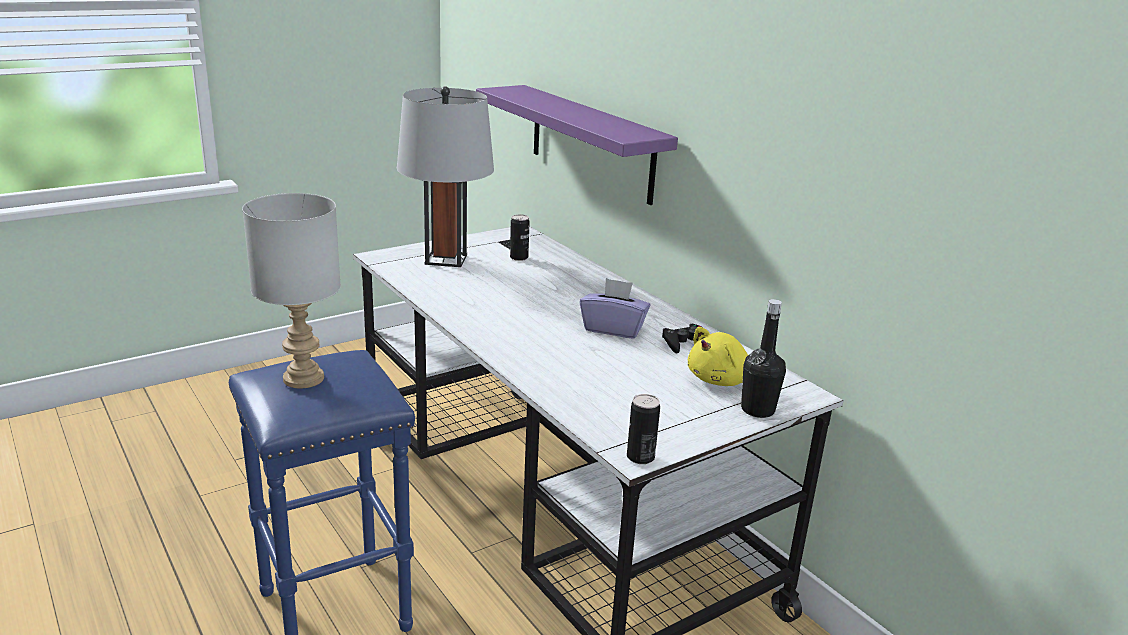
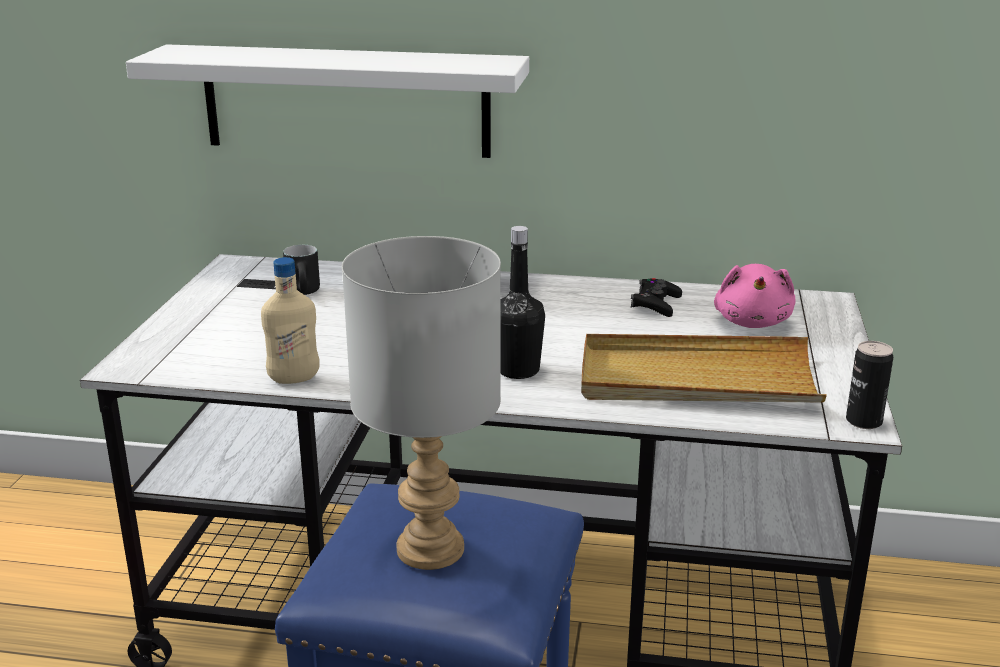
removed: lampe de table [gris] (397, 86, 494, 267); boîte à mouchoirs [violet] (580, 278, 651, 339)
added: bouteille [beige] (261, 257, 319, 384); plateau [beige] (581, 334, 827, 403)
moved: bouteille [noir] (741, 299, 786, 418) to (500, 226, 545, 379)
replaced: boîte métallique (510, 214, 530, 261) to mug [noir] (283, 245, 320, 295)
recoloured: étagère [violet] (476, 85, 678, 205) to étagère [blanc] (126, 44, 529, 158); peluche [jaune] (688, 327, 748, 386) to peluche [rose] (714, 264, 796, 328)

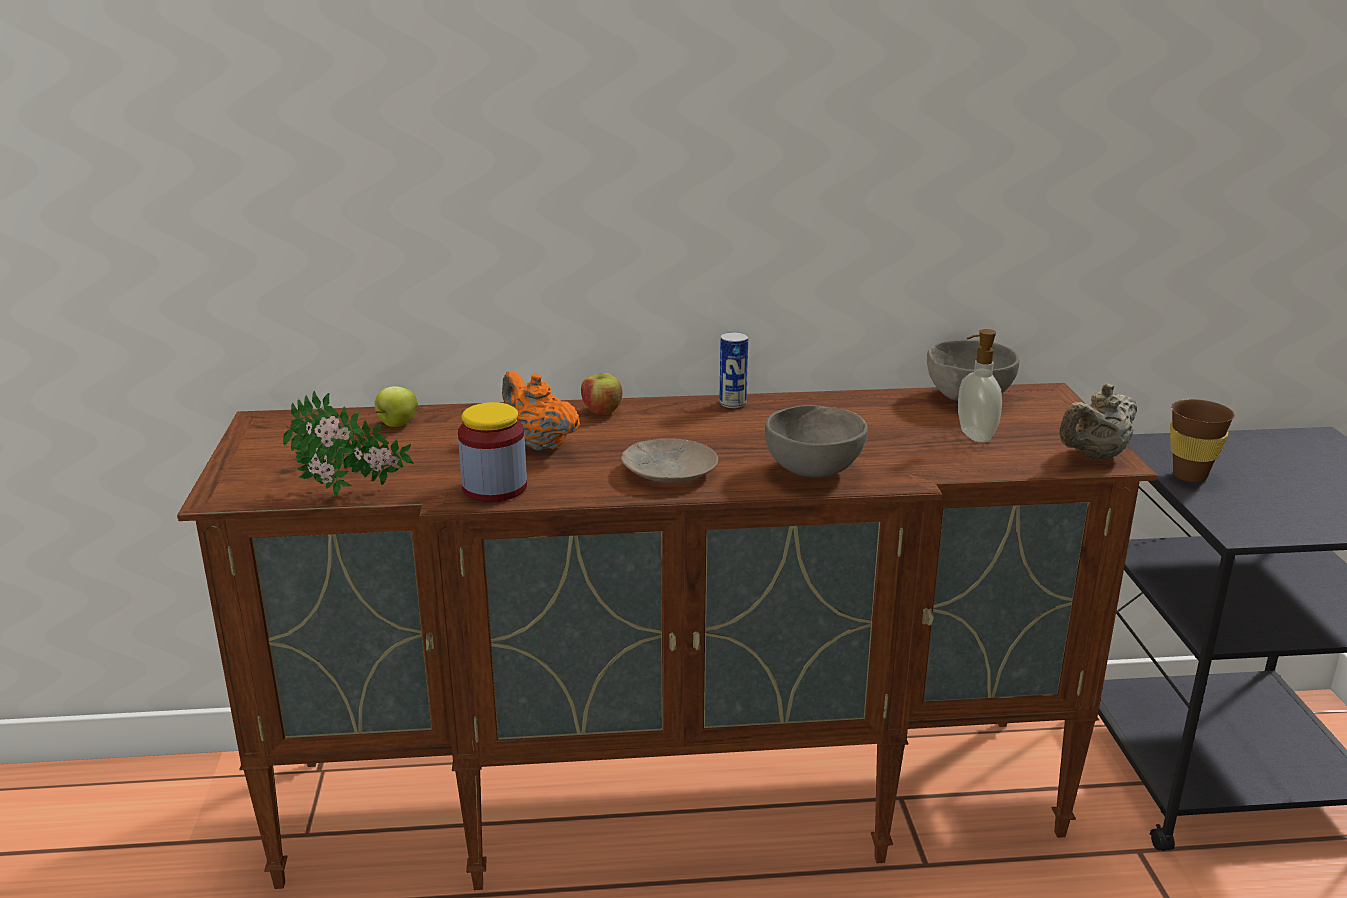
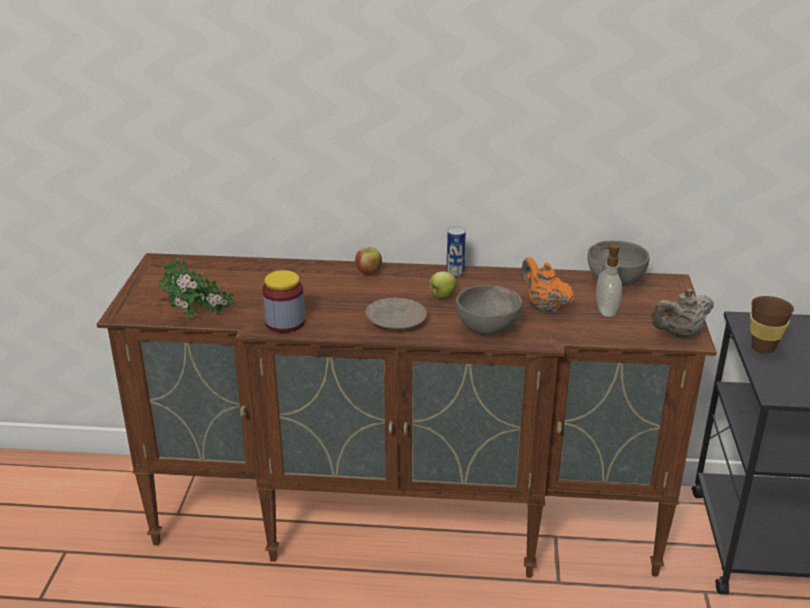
moved: théière [orange] (502, 371, 580, 451) to (521, 257, 574, 312); pomme (375, 386, 418, 427) to (429, 271, 457, 298)

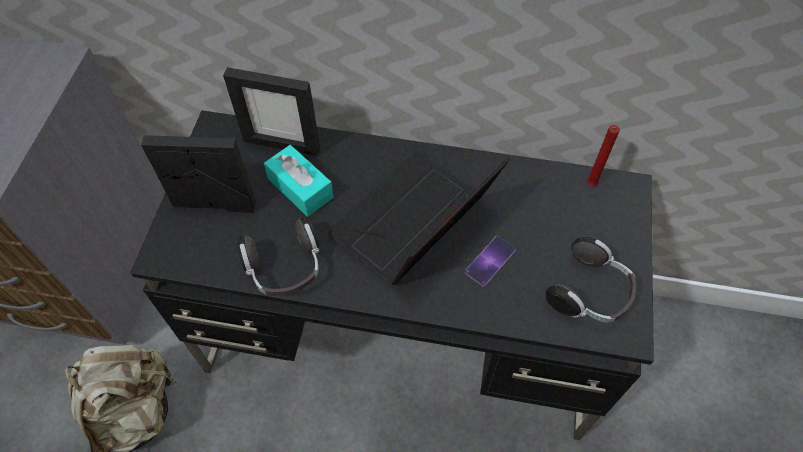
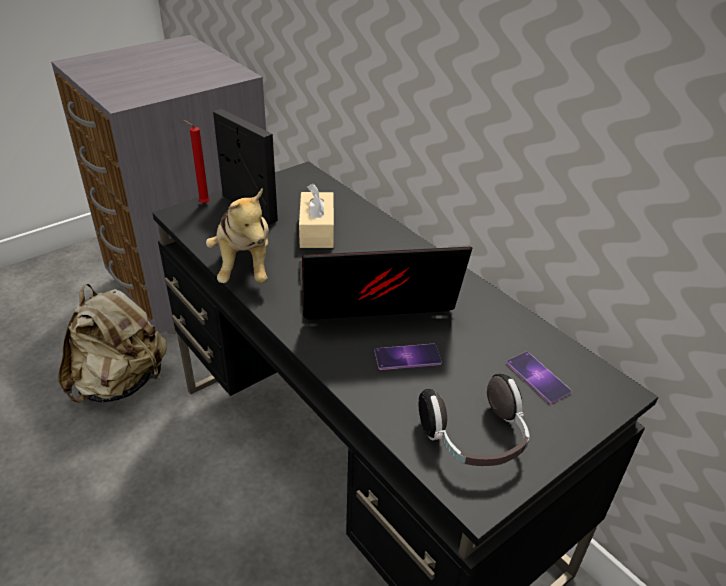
removed: cadre photo (223, 67, 320, 156)
added: téléphone (506, 352, 571, 403)
moved: bougie [rouge] (587, 125, 620, 186) to (183, 120, 210, 204)
replaced: casque audio (237, 217, 320, 296) to peluche (206, 187, 269, 283)
recoloured: boîte à mouchoirs [turquoise] (264, 145, 333, 217) to boîte à mouchoirs [beige] (299, 184, 334, 248)

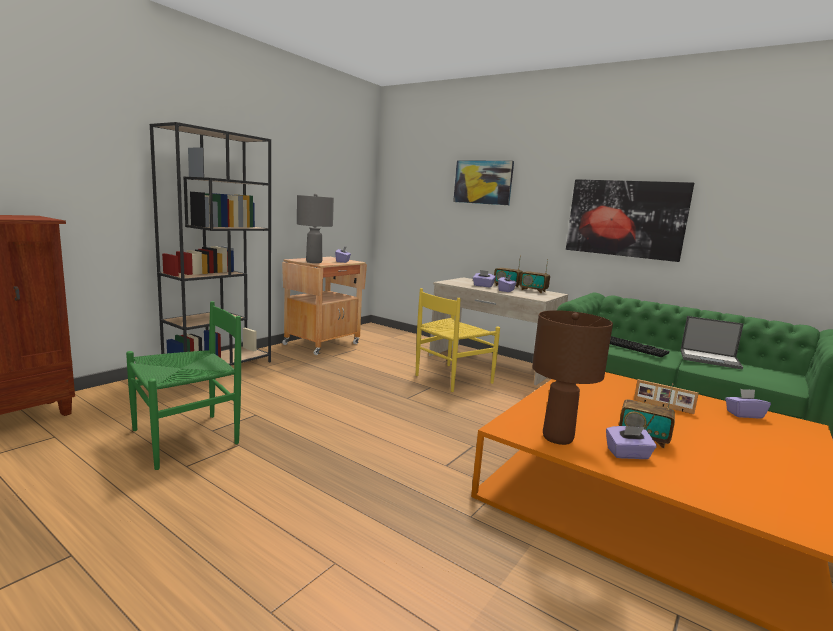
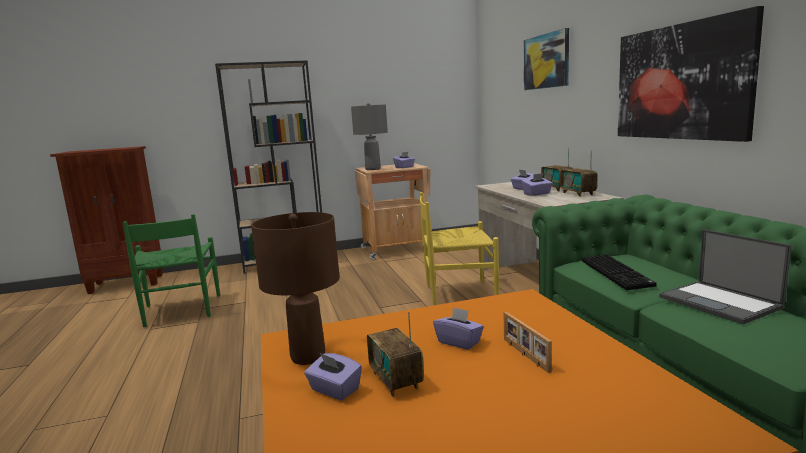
moved: boîte à mouchoirs [violet] (725, 389, 771, 418) to (433, 307, 484, 350)
turned: chaise [vert] (126, 301, 241, 470) = (123, 214, 220, 327) 75 degrees clockwise

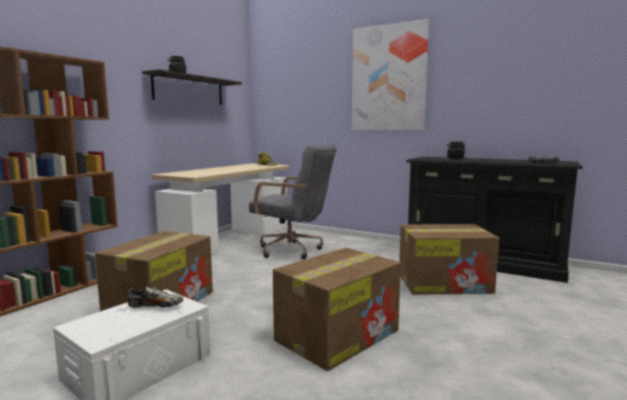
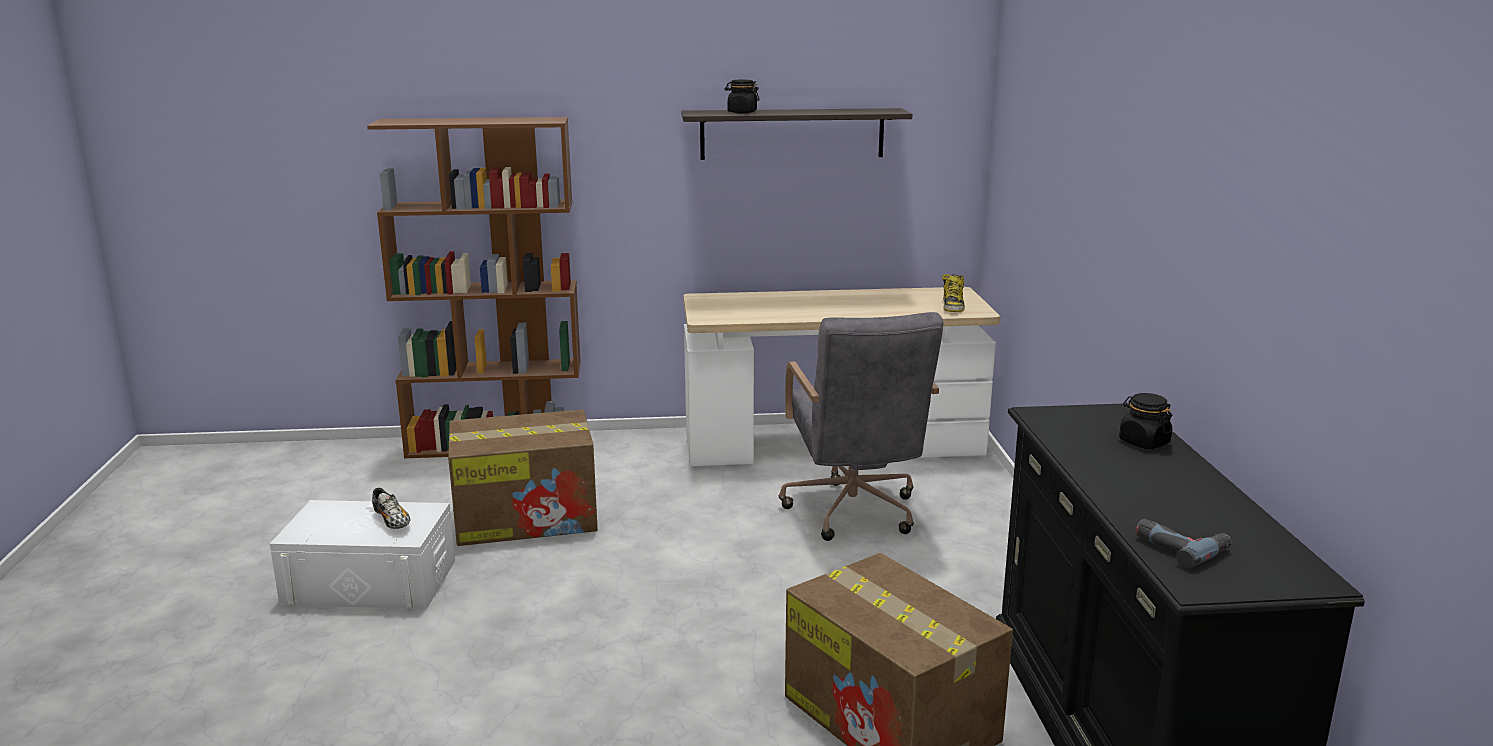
removed: tableau (352, 19, 429, 130); carton (273, 248, 401, 371)

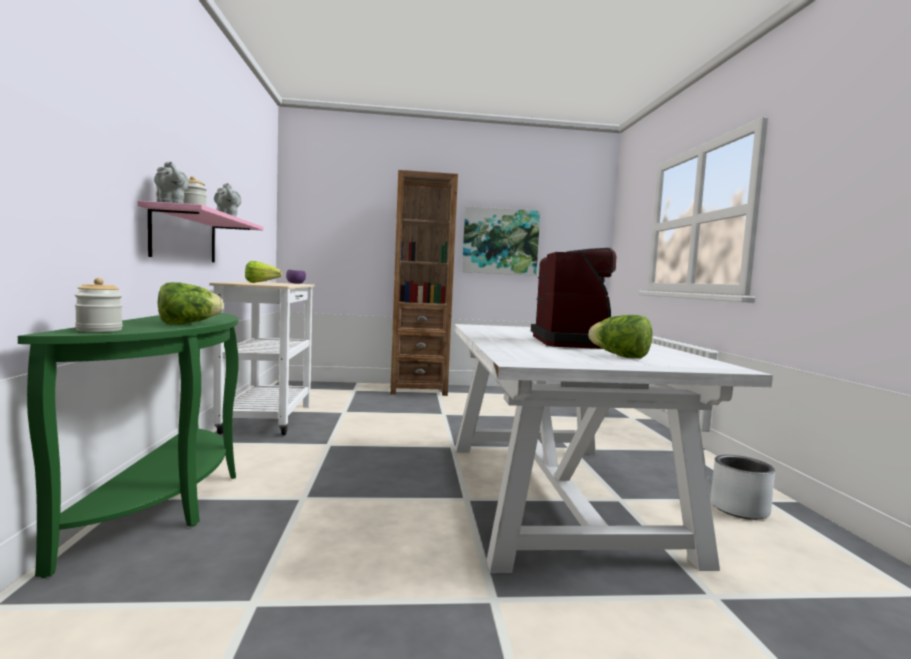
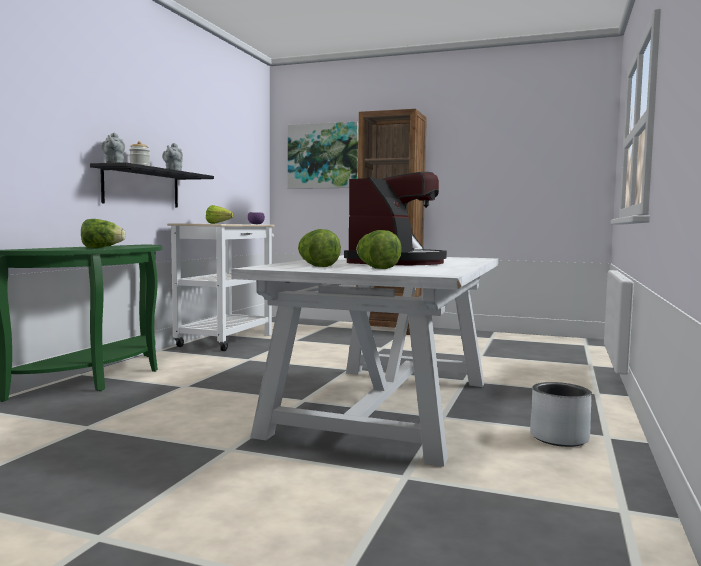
removed: bocal (75, 278, 123, 332)
added: laitue (298, 229, 341, 267)
moved: tableau (462, 206, 540, 276) to (288, 122, 358, 189)
recoloured: étagère [rose] (137, 201, 263, 262) to étagère [noir] (90, 162, 214, 208)

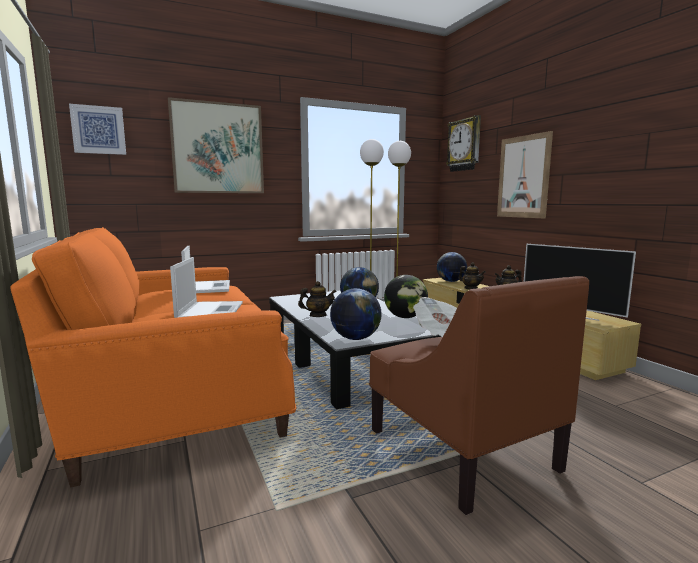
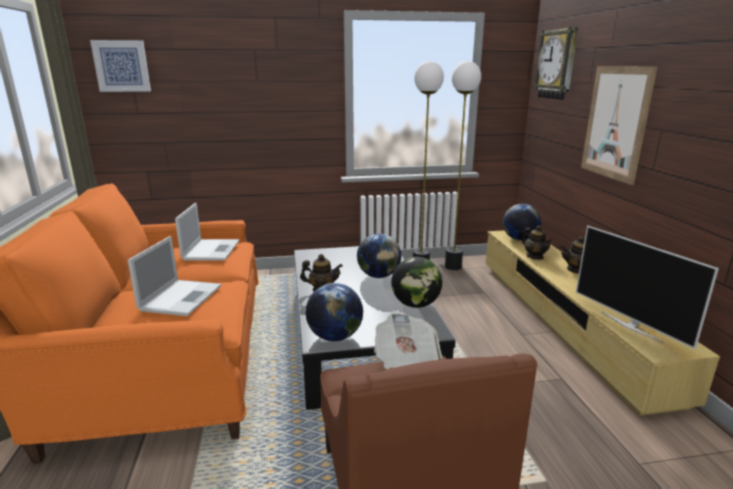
removed: tableau (168, 97, 264, 193)

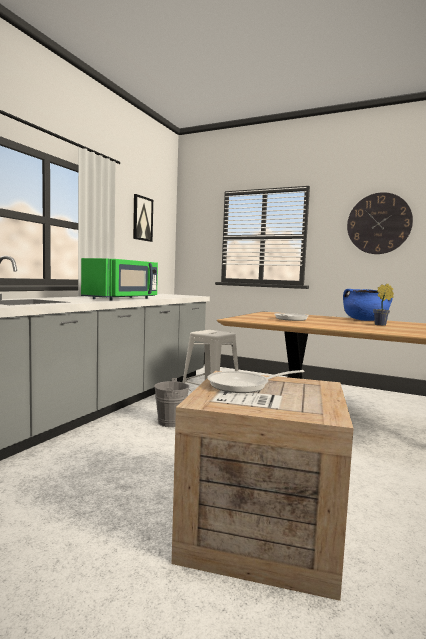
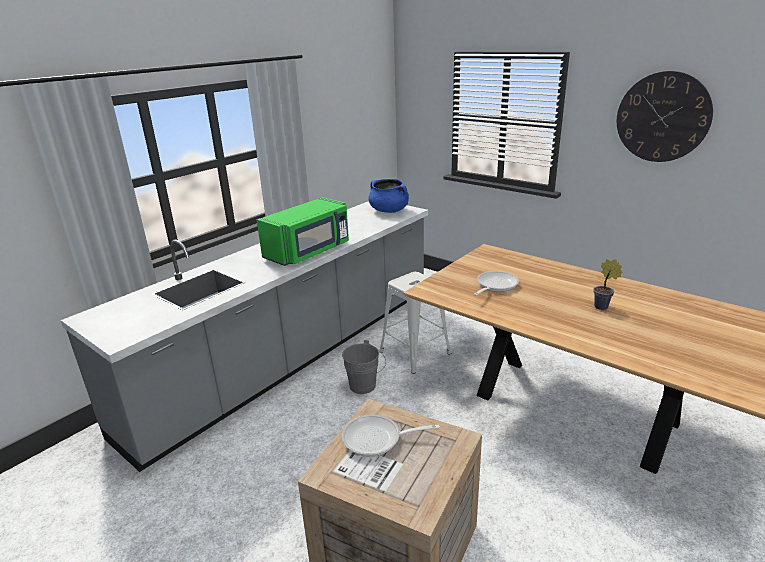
removed: tableau (133, 194, 153, 242)
moved: marmite [bleu] (343, 289, 393, 321) to (368, 179, 409, 213)

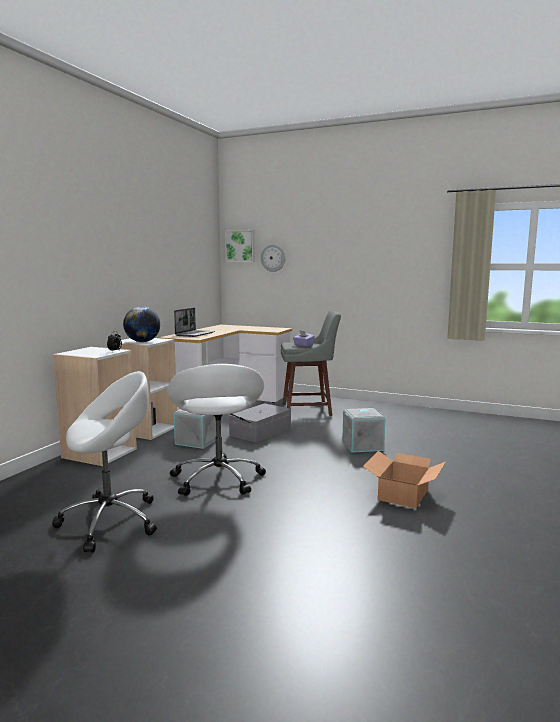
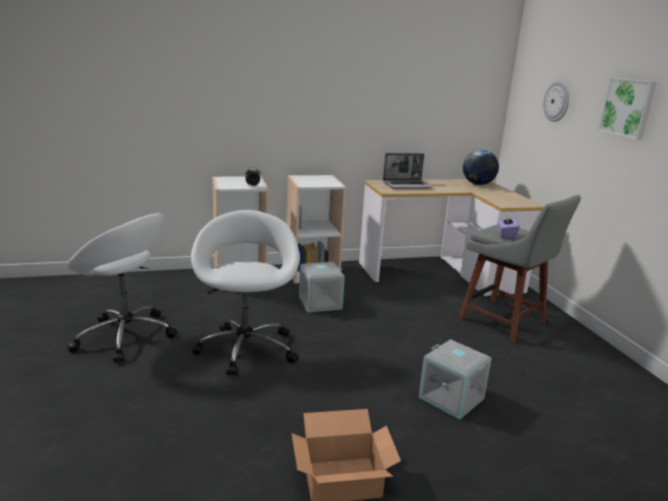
removed: boîte de rangement [gris] (229, 403, 291, 443)
moved: tableau (225, 230, 255, 262) to (598, 78, 657, 140); globe (123, 306, 160, 342) to (463, 150, 499, 185)
turned: chaise de bureau [blanc] (167, 364, 266, 496) = (191, 210, 300, 375) 135 degrees clockwise

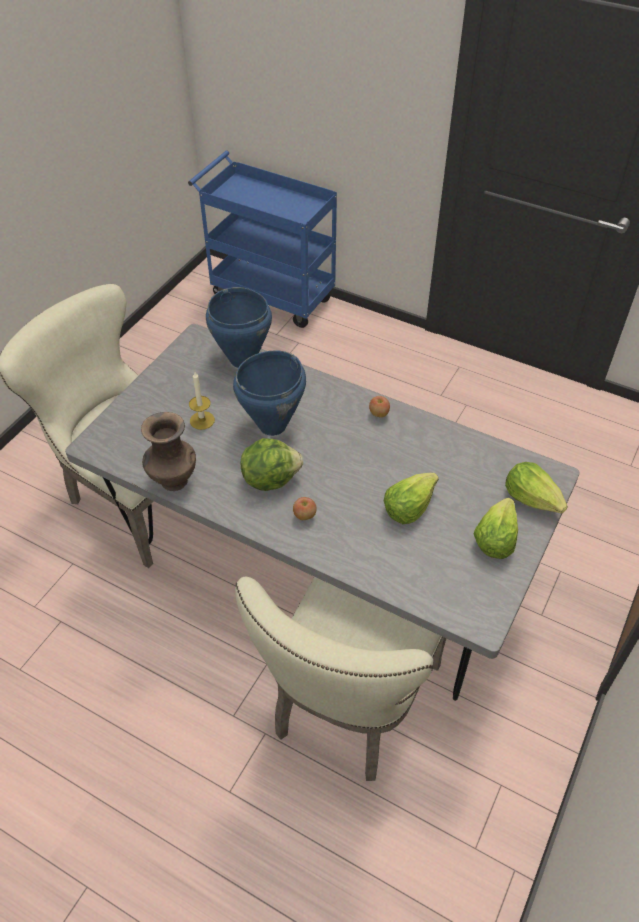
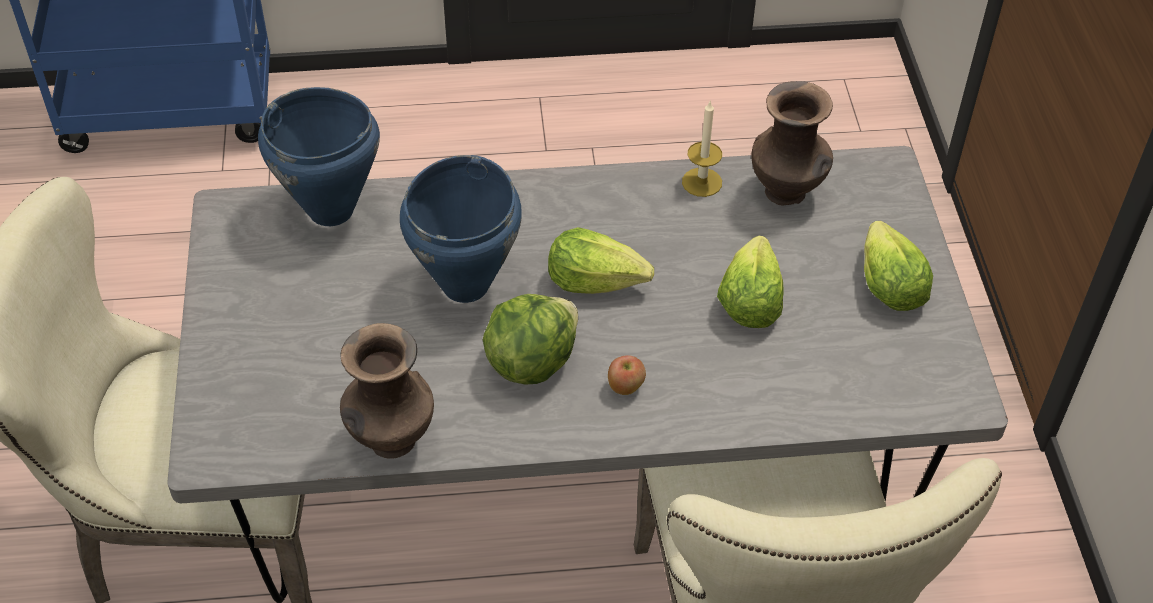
removed: pomme (369, 396, 390, 418)
added: vase [marron] (751, 81, 833, 206)
moved: bougie (189, 372, 215, 430) to (682, 102, 722, 197); laitue (505, 462, 568, 514) to (548, 227, 654, 294)

